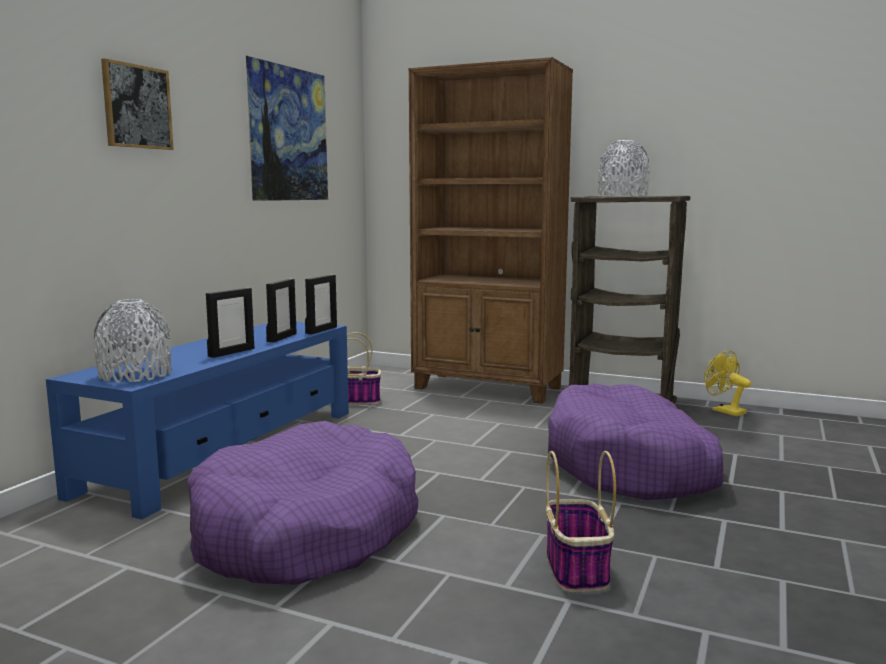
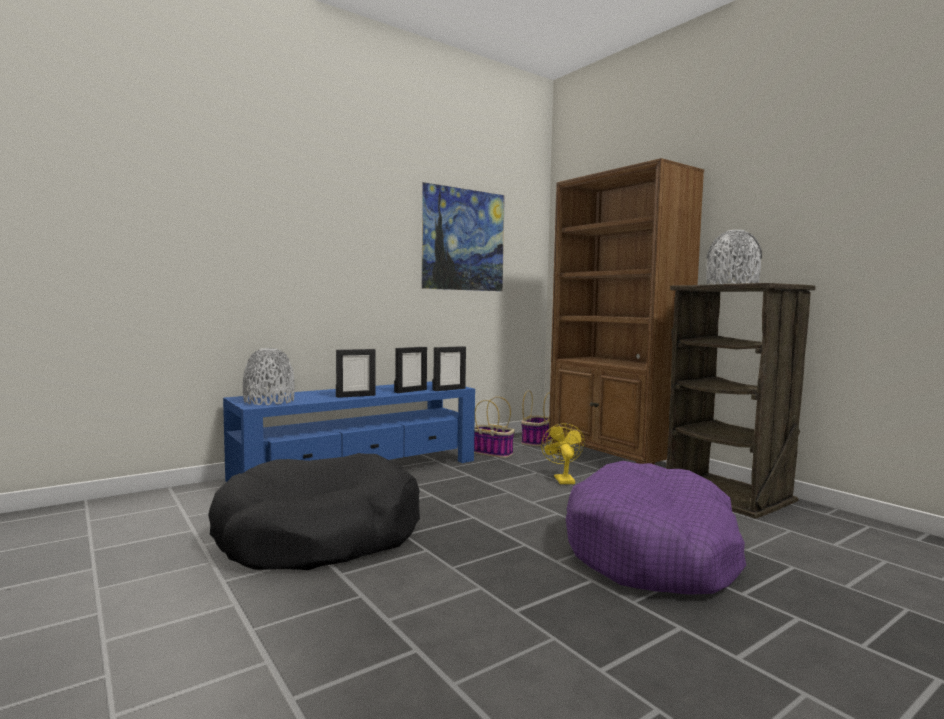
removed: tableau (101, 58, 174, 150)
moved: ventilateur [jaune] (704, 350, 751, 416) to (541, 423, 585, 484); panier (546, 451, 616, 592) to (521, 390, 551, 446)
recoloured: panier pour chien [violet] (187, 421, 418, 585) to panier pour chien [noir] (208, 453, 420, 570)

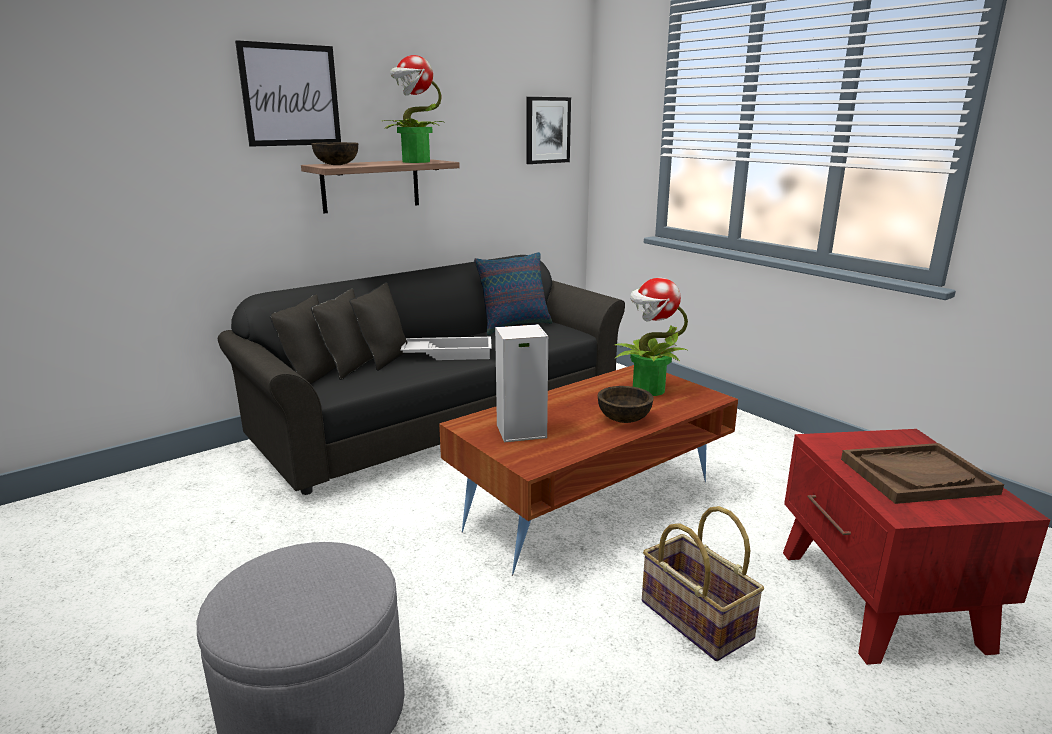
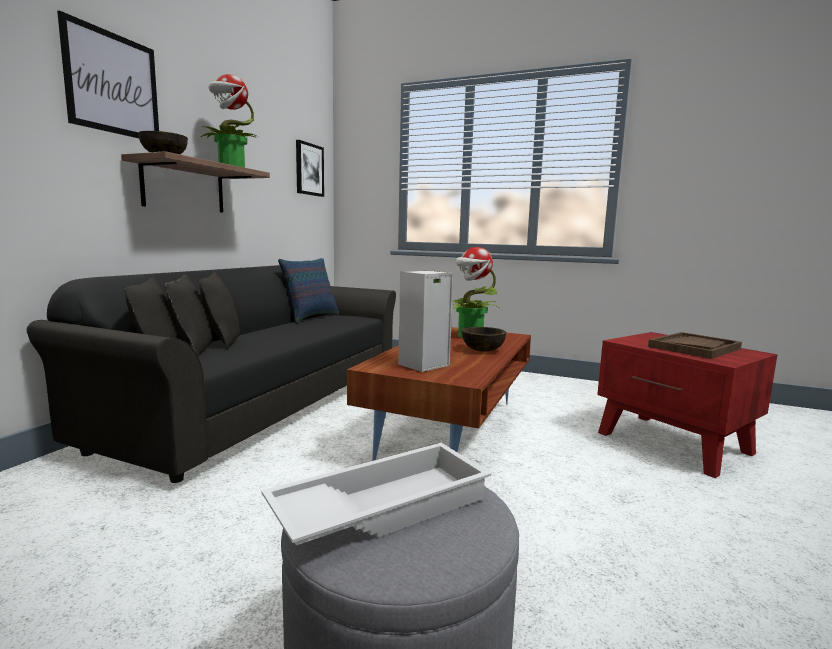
removed: panier (642, 506, 764, 661)
moved: plateau [blanc] (400, 337, 492, 360) to (261, 443, 491, 545)

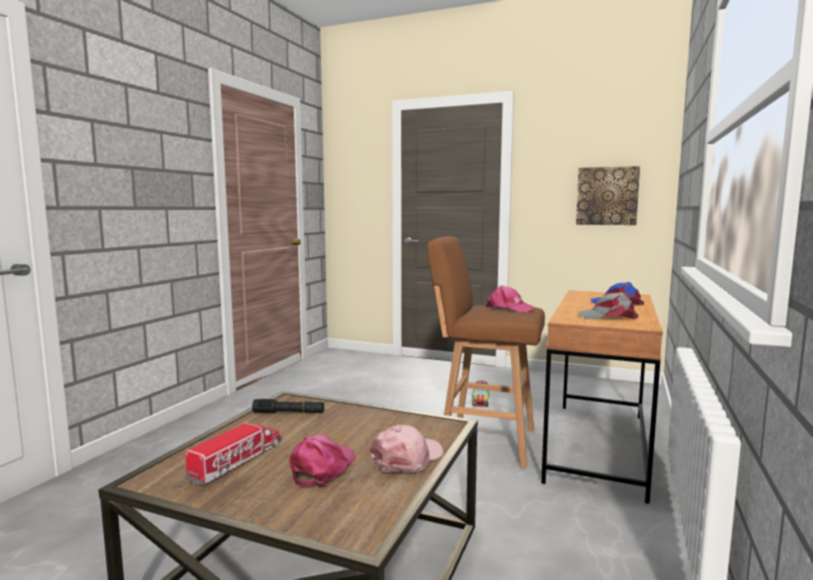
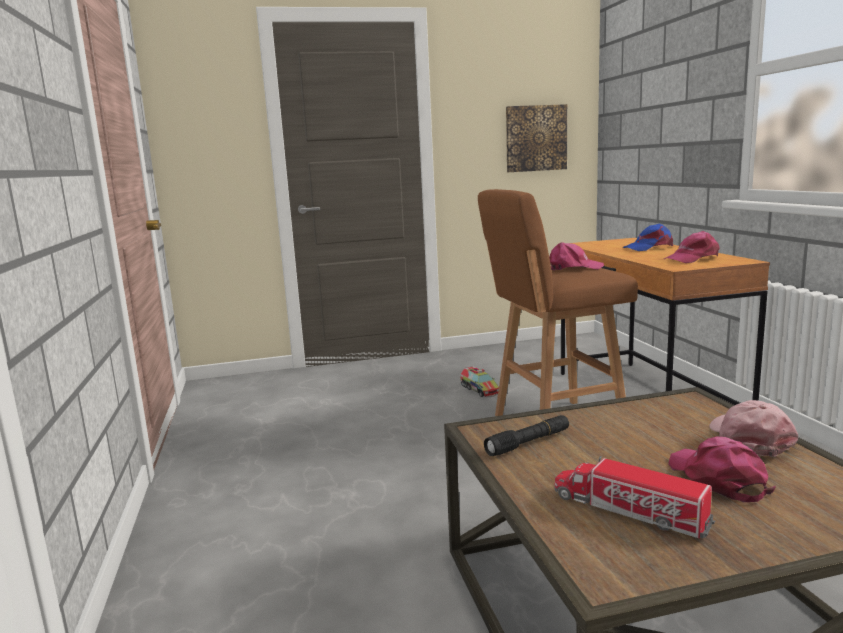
recoloured: casquette [gris] (578, 292, 638, 320) to casquette [rose] (664, 231, 720, 263)
turned: camion jouet (185, 423, 281, 485) = (554, 456, 715, 538) 45 degrees counterclockwise

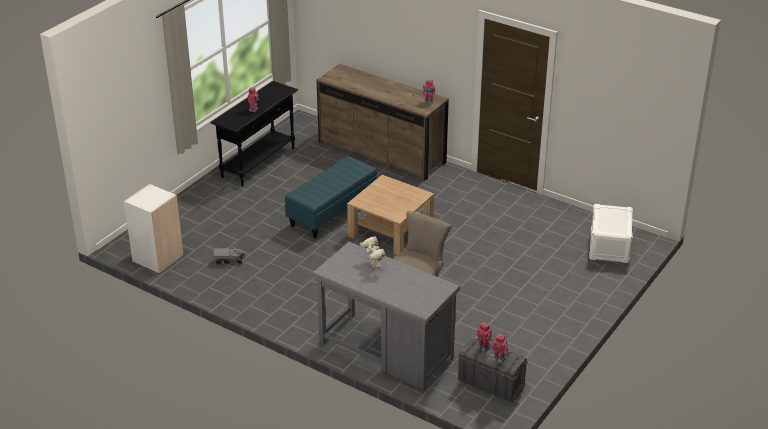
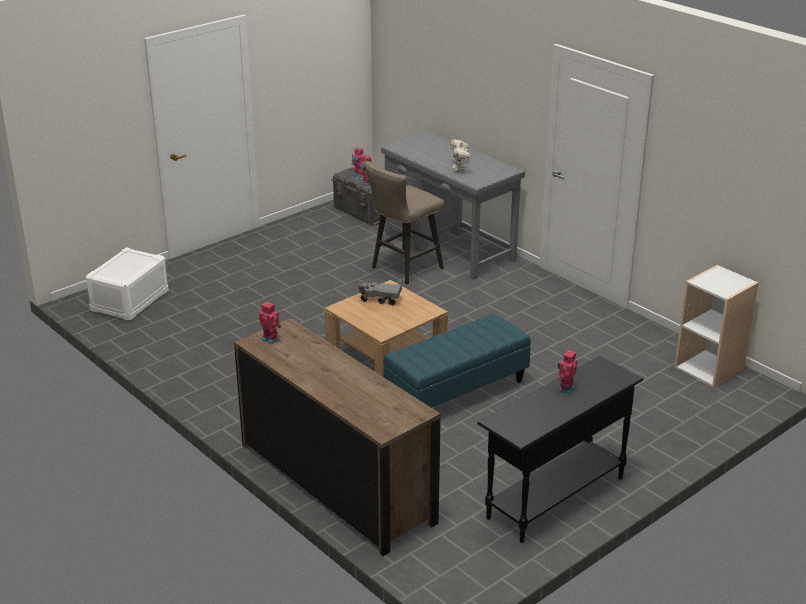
moved: camion jouet (213, 248, 246, 264) to (357, 282, 402, 305)

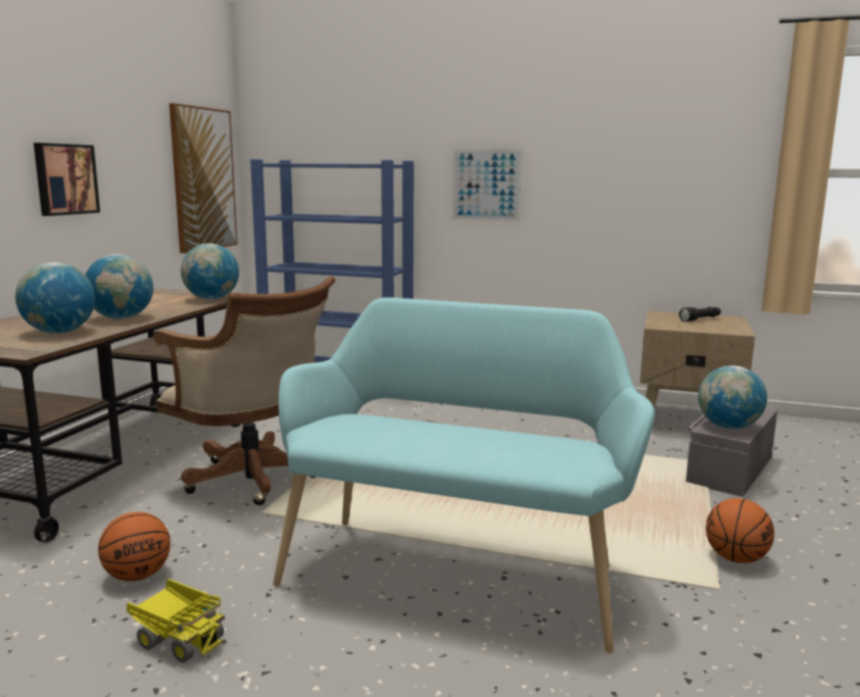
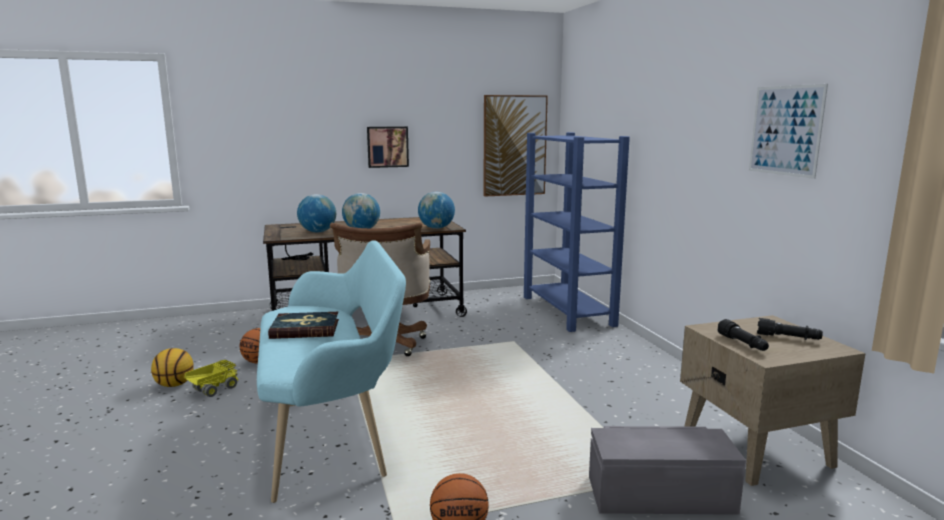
removed: globe (698, 365, 767, 429)
added: livre (268, 312, 339, 339); lampe de poche [noir] (718, 319, 769, 351); ballon de basket (151, 348, 194, 387)
moved: tableau (452, 149, 523, 222) to (749, 84, 828, 179)
turned: camion jouet (127, 579, 225, 663) = (185, 360, 239, 397) 135 degrees counterclockwise

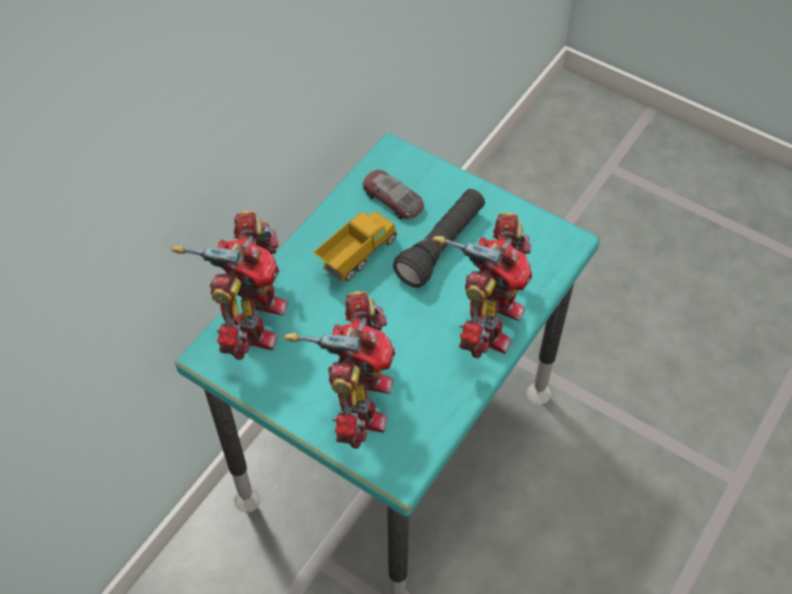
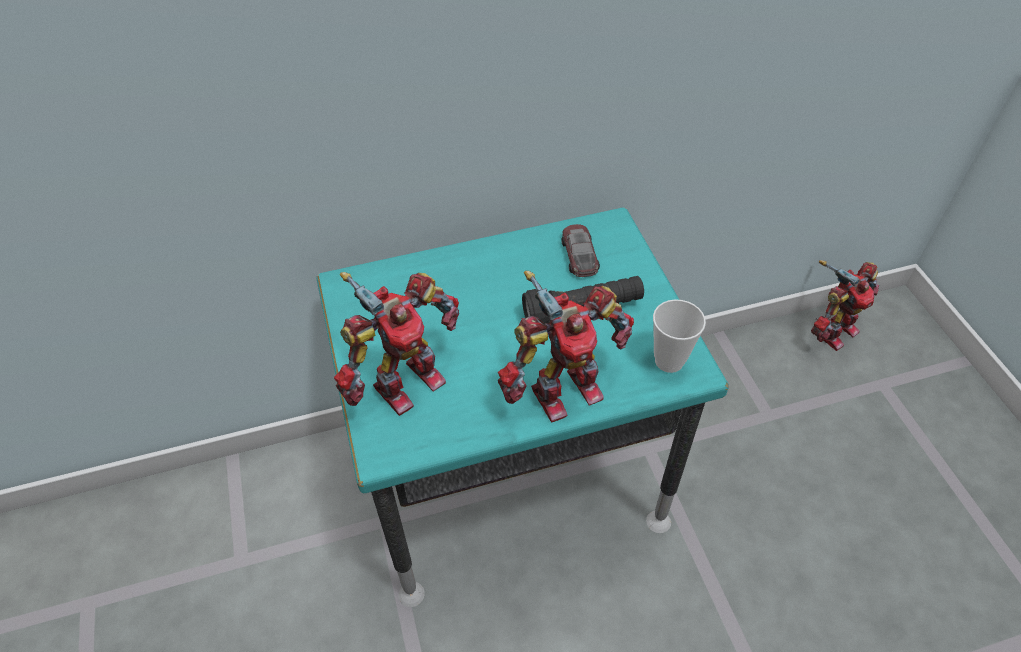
removed: camion jouet (313, 212, 397, 283)
added: tasse (653, 300, 706, 373)
moved: robot jouet (171, 210, 288, 360) to (811, 260, 879, 351)

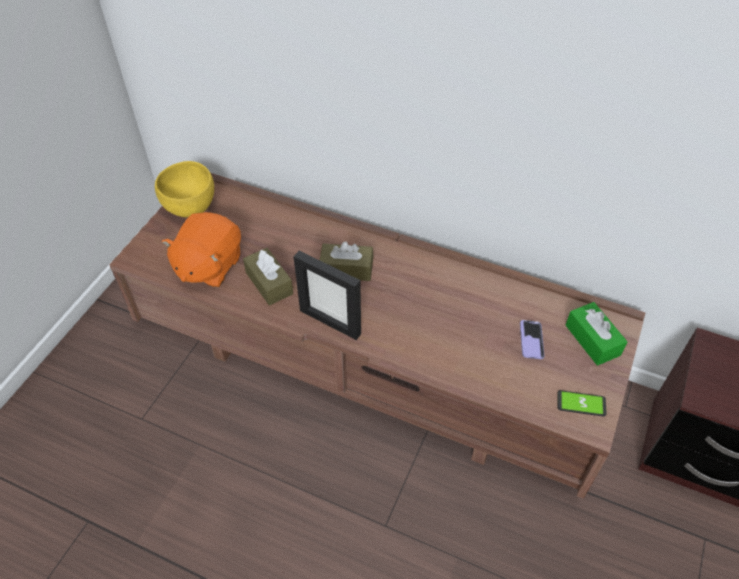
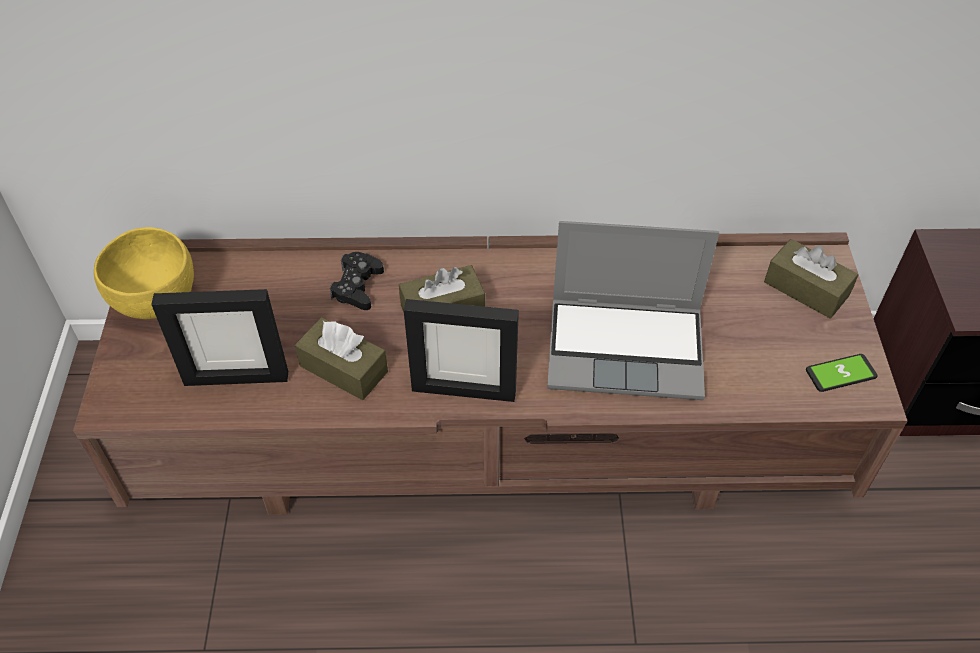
removed: téléphone (520, 320, 544, 359)
added: ordinateur portable (547, 221, 719, 400); manette [noir] (330, 252, 384, 310)
replaced: peluche [orange] (162, 212, 241, 287) to cadre photo (151, 289, 288, 386)
recoloured: boîte à mouchoirs [vert] (565, 302, 628, 366) to boîte à mouchoirs [marron] (764, 239, 858, 319)

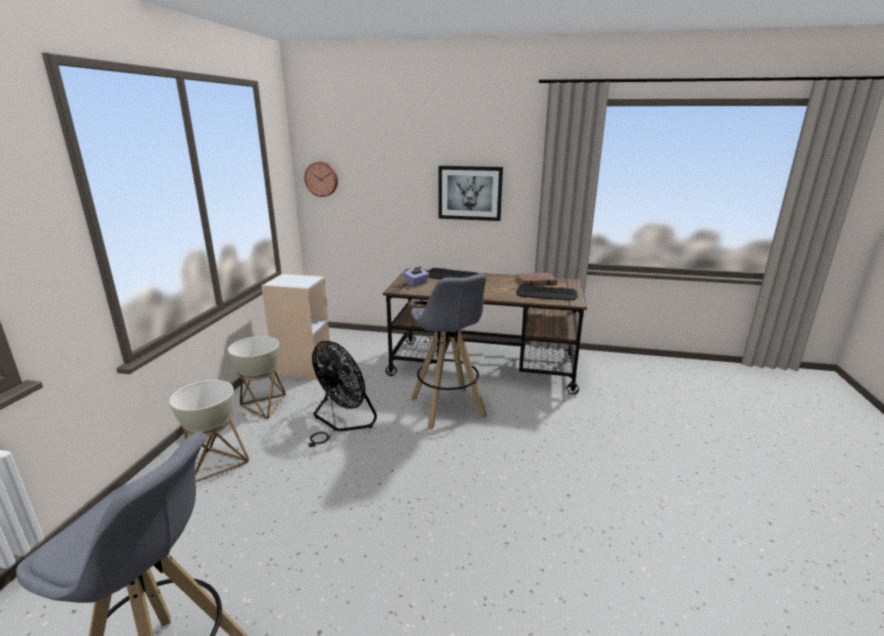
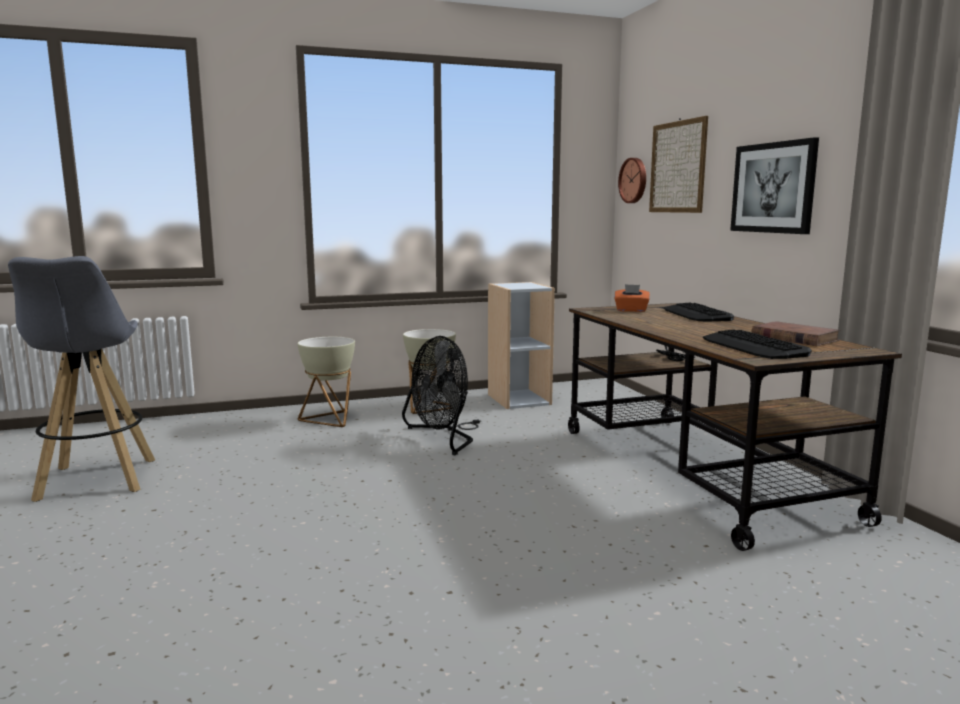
removed: tabouret [gris] (411, 274, 487, 429)
added: tableau (649, 116, 708, 213)
recoloured: boîte à mouchoirs [violet] (404, 266, 429, 286) to boîte à mouchoirs [orange] (615, 284, 650, 312)
turned: ventilateur [noir] (308, 341, 377, 447) = (402, 336, 481, 455) 135 degrees clockwise

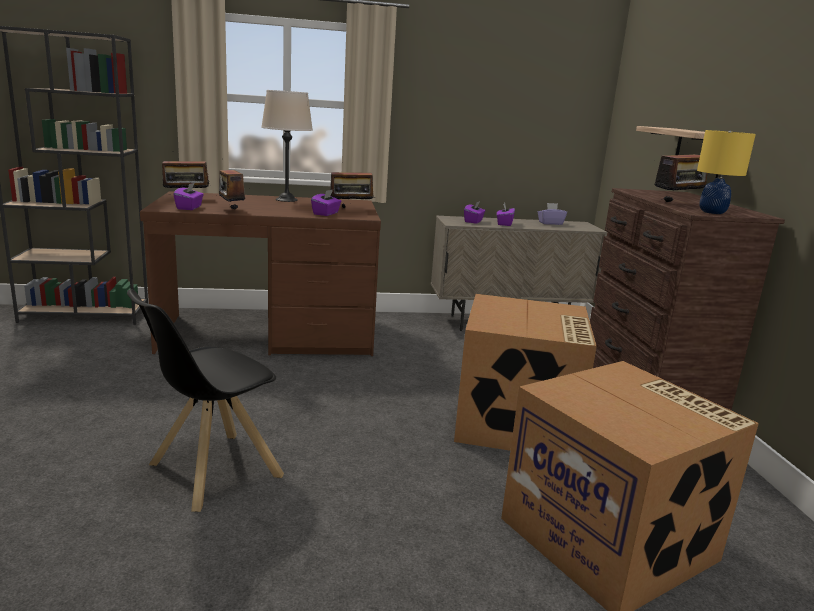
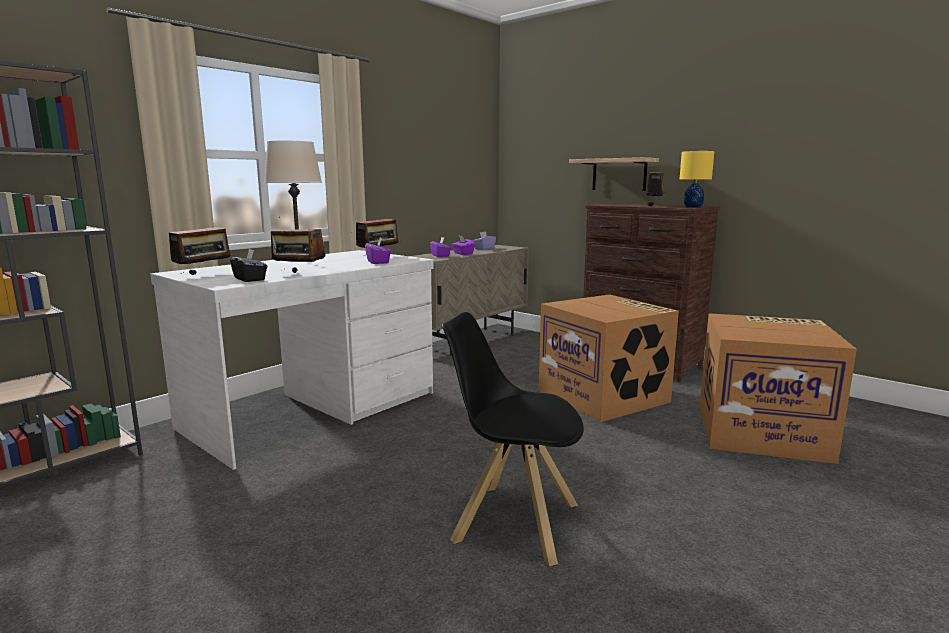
recoloured: boîte à mouchoirs [violet] (174, 182, 204, 210) to boîte à mouchoirs [noir] (230, 249, 267, 282); bureau [marron] (140, 191, 381, 356) to bureau [blanc] (150, 250, 434, 470)
turned: chaise [noir] (127, 289, 284, 512) = (441, 312, 584, 566) 105 degrees clockwise

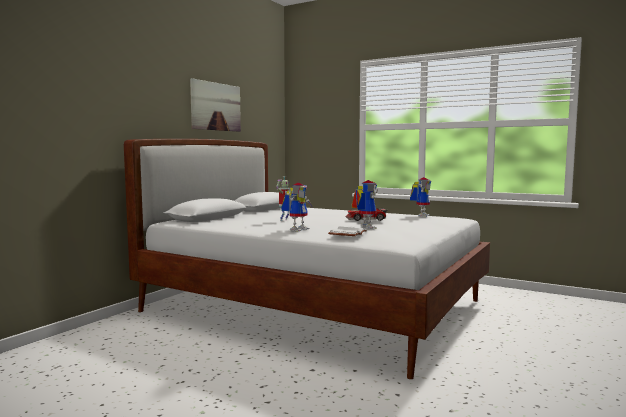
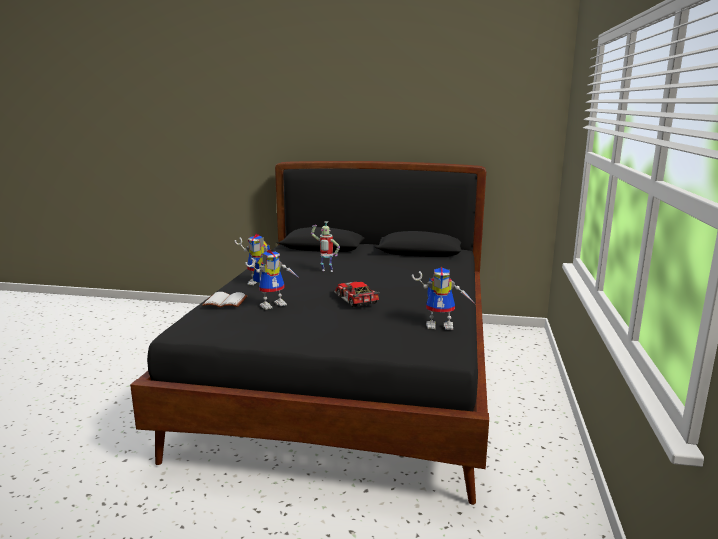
removed: tableau (190, 78, 241, 132)
recoloured: lit [blanc] (124, 139, 490, 379) to lit [noir] (130, 161, 489, 505)

